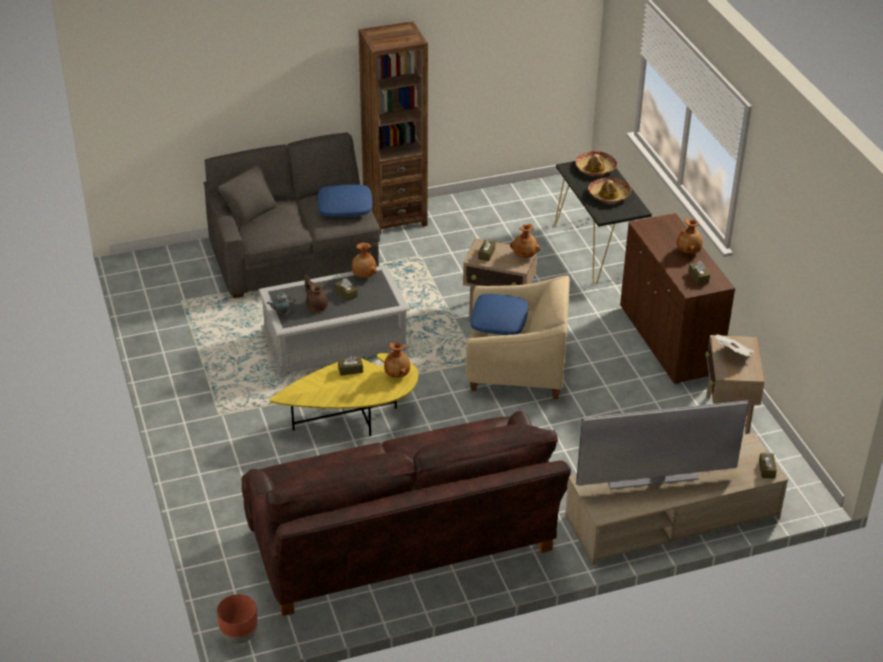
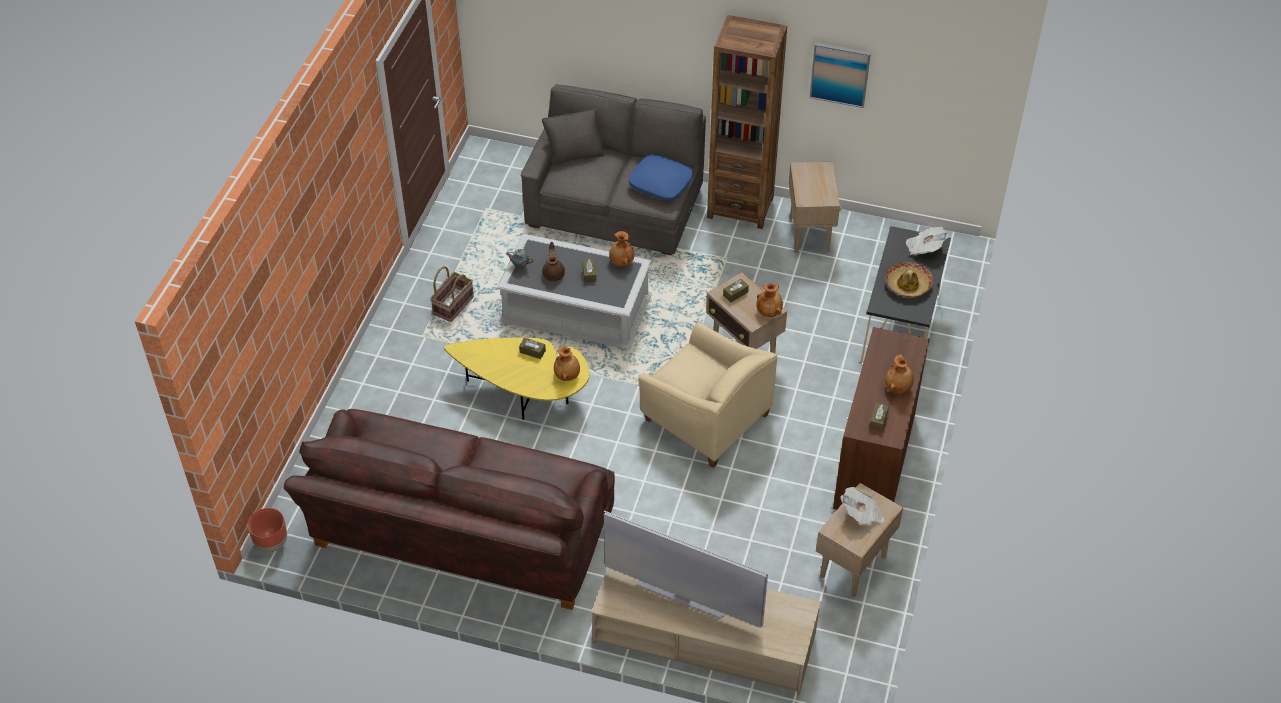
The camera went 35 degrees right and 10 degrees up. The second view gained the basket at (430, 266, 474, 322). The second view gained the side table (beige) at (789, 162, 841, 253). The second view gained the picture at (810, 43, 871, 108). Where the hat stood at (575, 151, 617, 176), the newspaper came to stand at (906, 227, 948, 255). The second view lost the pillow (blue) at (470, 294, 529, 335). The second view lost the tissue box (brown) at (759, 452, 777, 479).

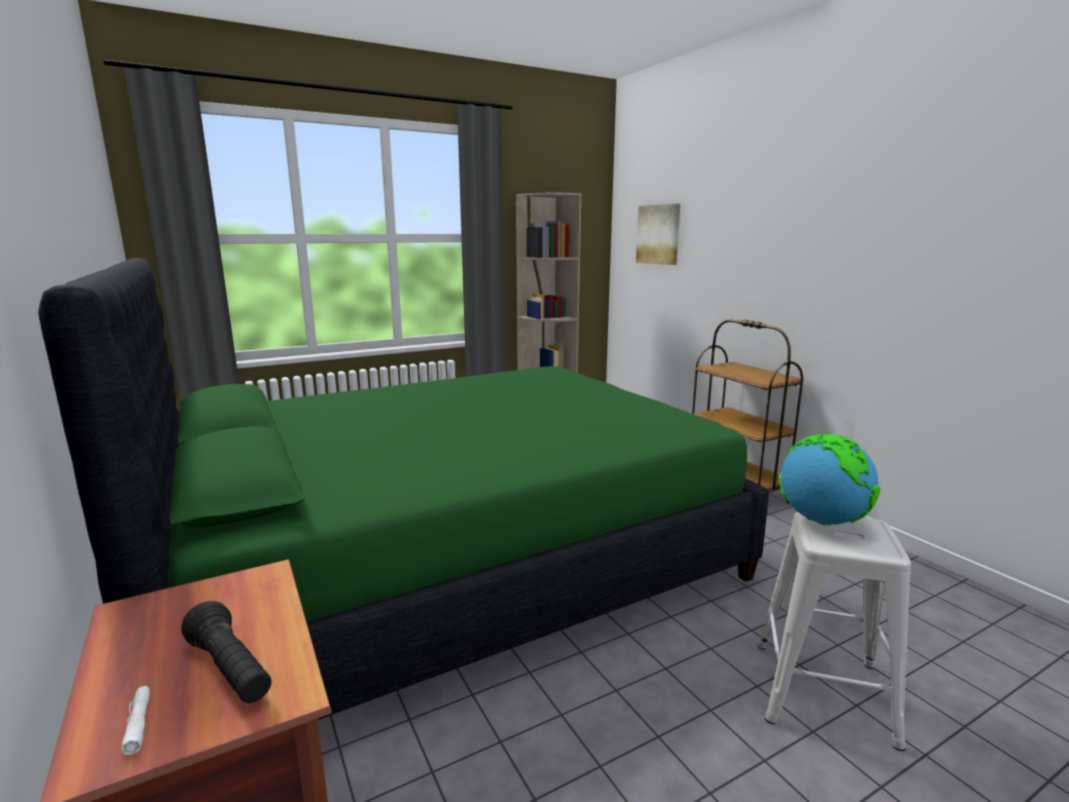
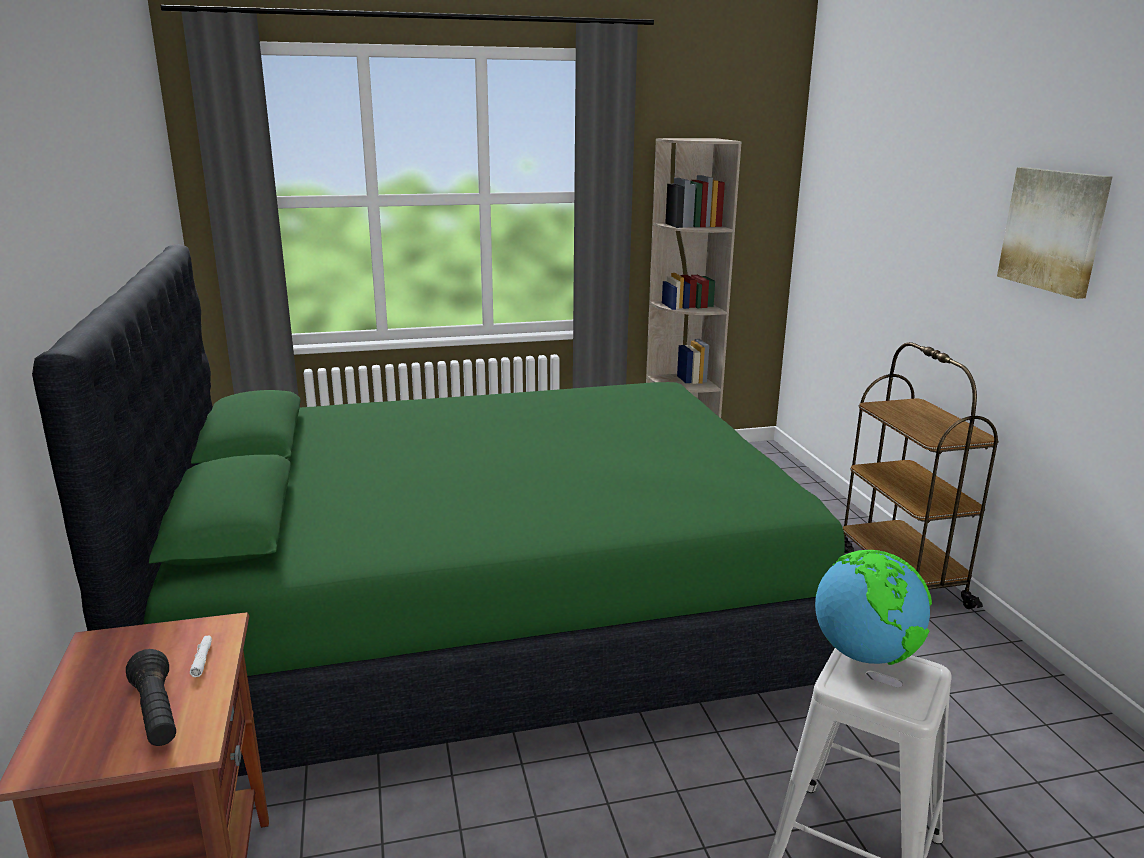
The camera went 15 degrees right and 5 degrees up. The flashlight (white) ended up elsewhere, having gone from (121, 686, 150, 755) to (190, 636, 212, 677). The picture ended up elsewhere, having gone from (636, 204, 680, 265) to (997, 167, 1112, 299).

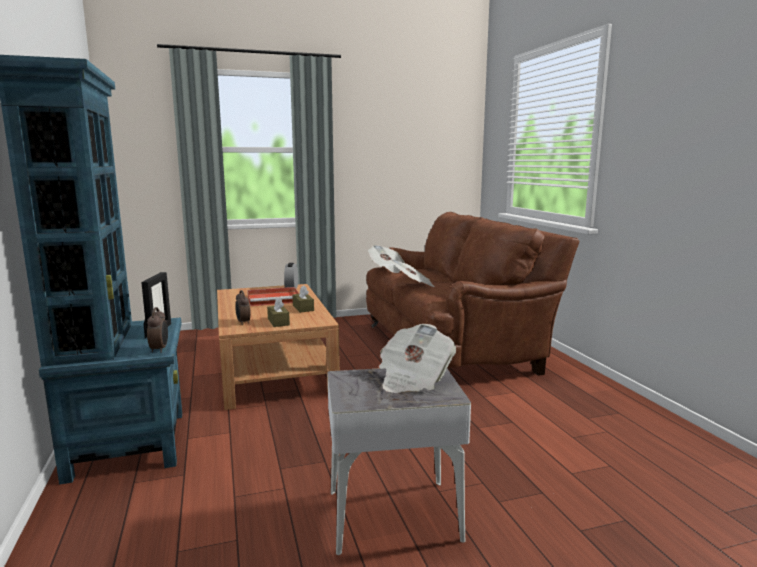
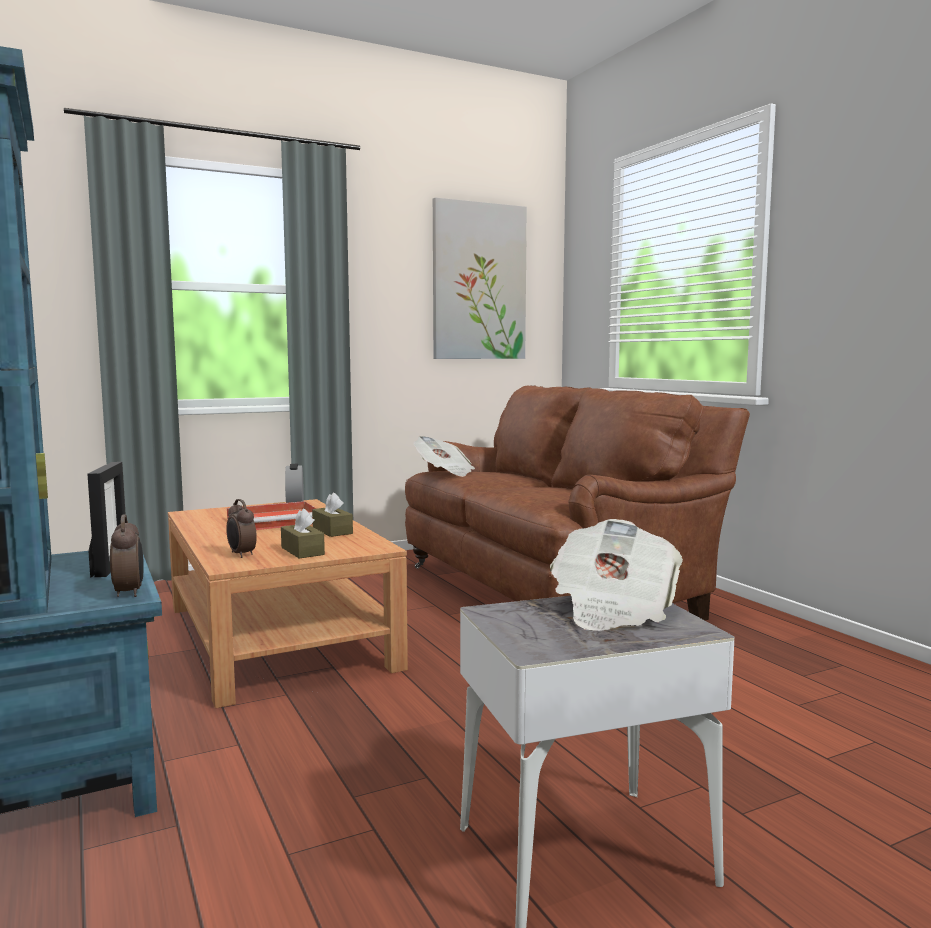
The camera went 10 degrees left and 5 degrees down. The second view gained the picture at (433, 198, 527, 359). The second view lost the newspaper at (390, 259, 435, 287).

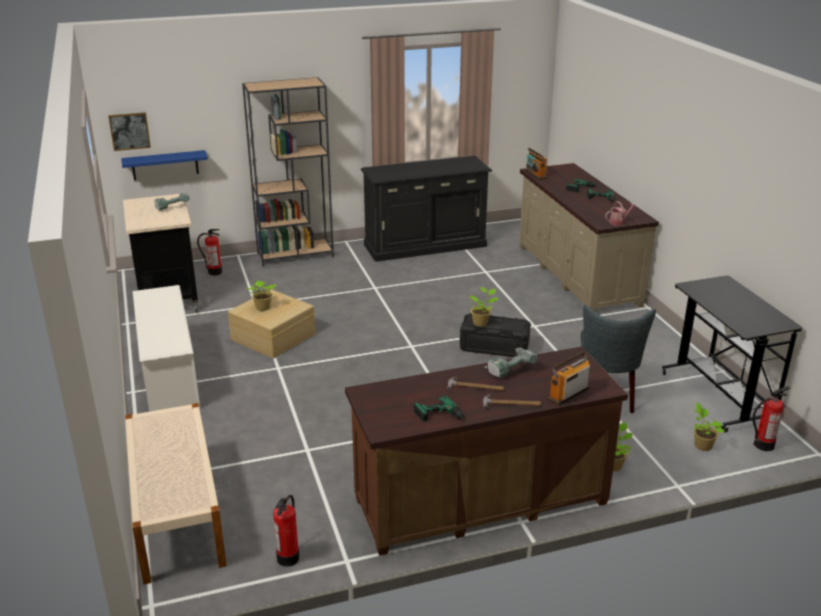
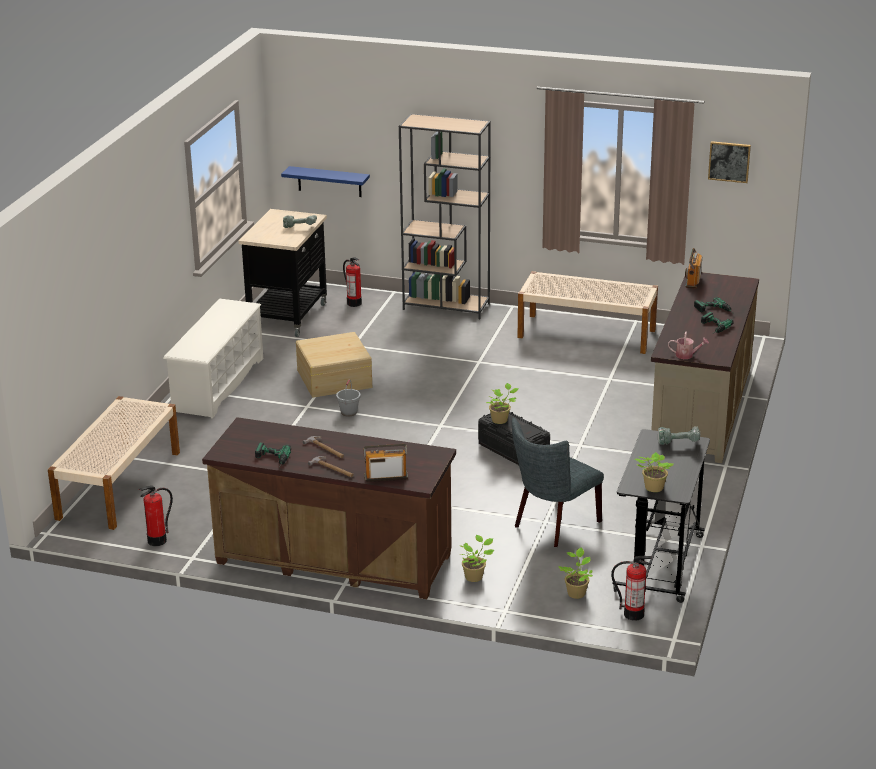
The camera went 35 degrees right and 0 degrees up. The second view gained the bucket (grey) at (336, 379, 361, 416). Where the cabinet (black) stood at (361, 156, 492, 262), the bench (beige) came to stand at (518, 271, 658, 354). The potted plant ended up elsewhere, having gone from (246, 281, 276, 311) to (635, 452, 673, 492). The power drill ended up elsewhere, having gone from (485, 347, 538, 378) to (658, 427, 700, 445). The picture ended up elsewhere, having gone from (108, 112, 151, 151) to (708, 141, 751, 183).

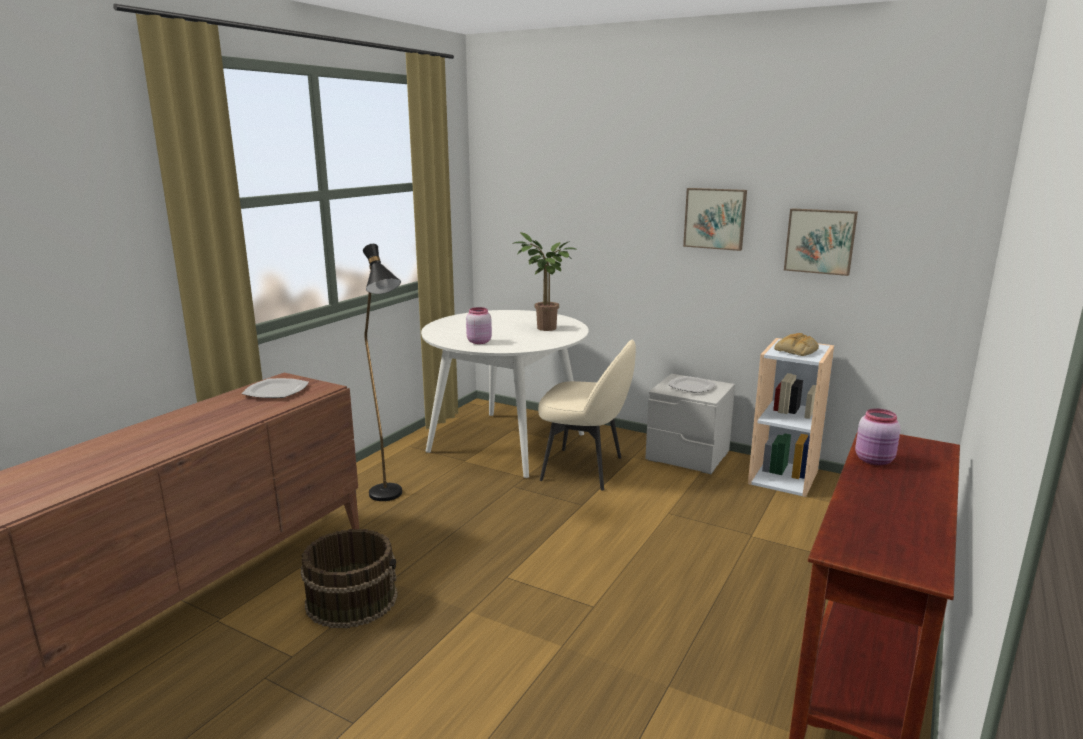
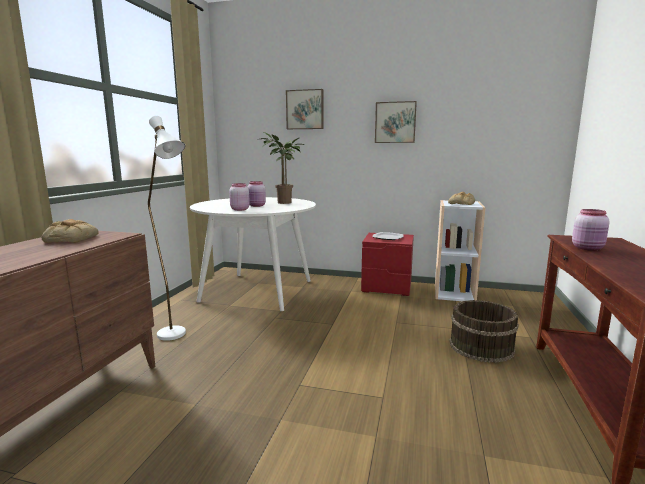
The camera went 15 degrees left and 5 degrees down. Where the plate stood at (242, 378, 309, 398), the bread came to stand at (42, 219, 99, 243). What was the floor lamp (black) at (363, 244, 402, 501) turned into the floor lamp (white) at (148, 116, 186, 341). The second view gained the jar (pink) at (248, 181, 266, 207). The picture ended up elsewhere, having gone from (784, 208, 858, 276) to (286, 89, 323, 129). What was the nightstand (white) at (645, 374, 735, 474) turned into the nightstand (red) at (361, 233, 414, 296). The bucket (brown) ended up elsewhere, having gone from (301, 529, 398, 628) to (449, 300, 519, 363). The second view lost the chair (beige) at (538, 339, 636, 491).

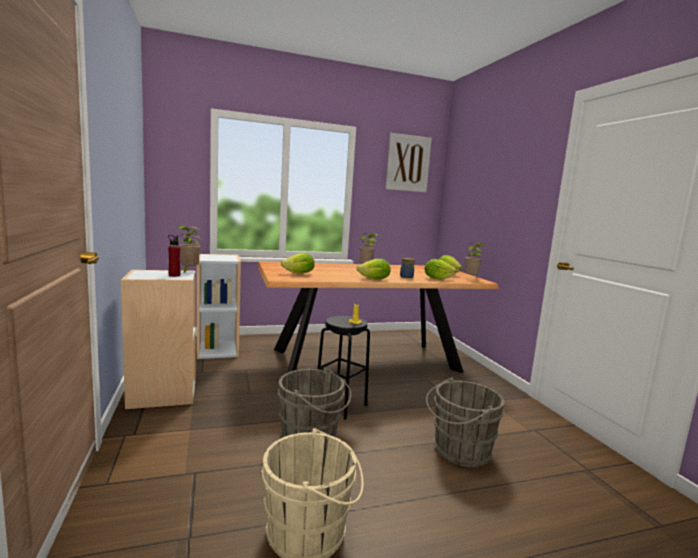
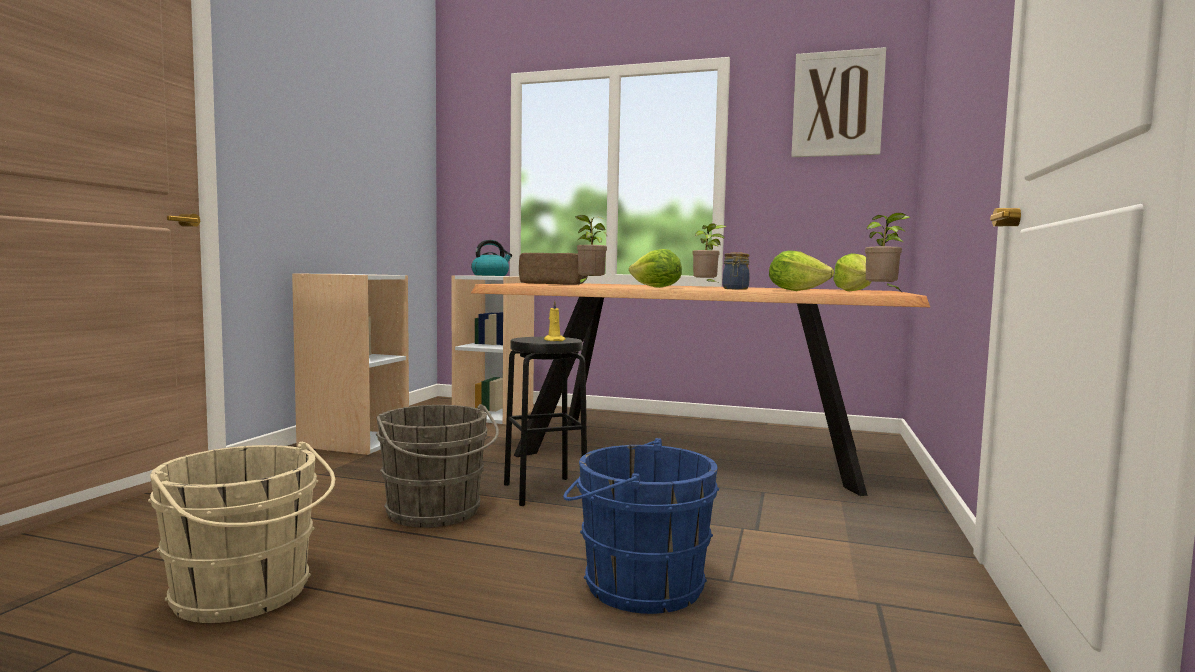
The camera went 35 degrees right and 5 degrees down. The second view gained the kettle at (471, 240, 512, 276). Where the lettuce stood at (281, 253, 315, 273), the bread came to stand at (519, 253, 588, 285). What was the bucket (grey) at (426, 378, 504, 467) turned into the bucket (blue) at (563, 438, 719, 614). The potted plant ended up elsewhere, having gone from (177, 226, 200, 272) to (575, 215, 607, 284). The second view lost the bottle (red) at (168, 235, 180, 277).

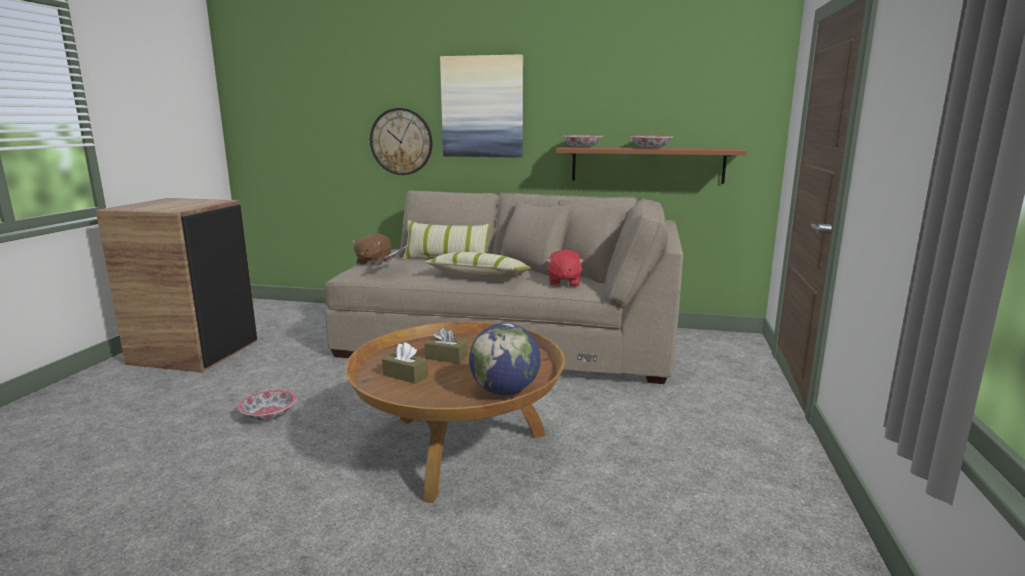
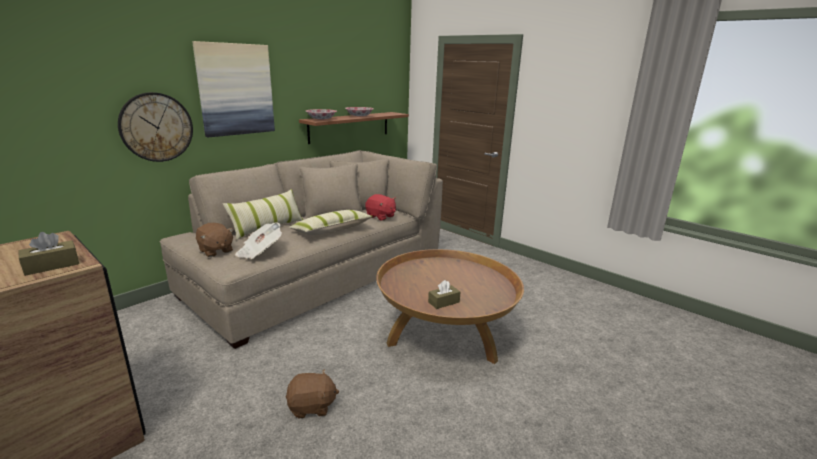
The camera went 60 degrees left and 5 degrees up. The tissue box (brown) ended up elsewhere, having gone from (424, 327, 468, 363) to (18, 232, 79, 276). Where the bowl stood at (237, 390, 296, 420), the plush toy (brown) came to stand at (286, 369, 339, 418). The second view lost the globe at (469, 323, 541, 395).

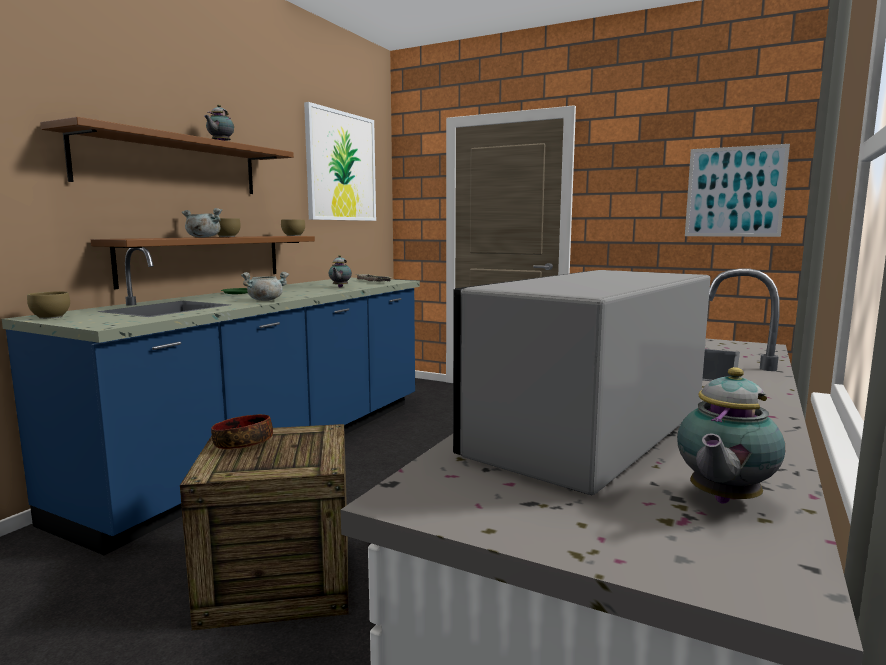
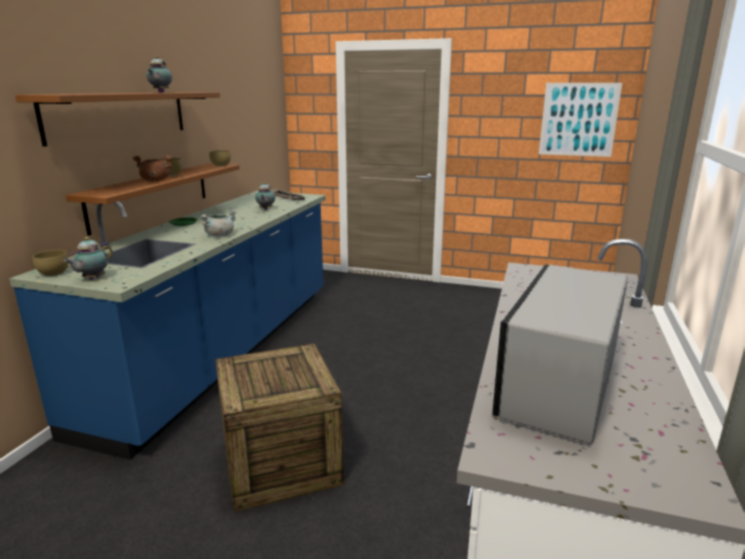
The camera went 10 degrees left and 10 degrees up. The teapot ended up elsewhere, having gone from (677, 367, 785, 504) to (64, 237, 112, 280). What was the cooking pot (grey) at (182, 208, 222, 237) turned into the cooking pot (brown) at (133, 155, 173, 181). The second view lost the bowl at (211, 414, 273, 449). The second view lost the picture at (304, 102, 376, 221).

